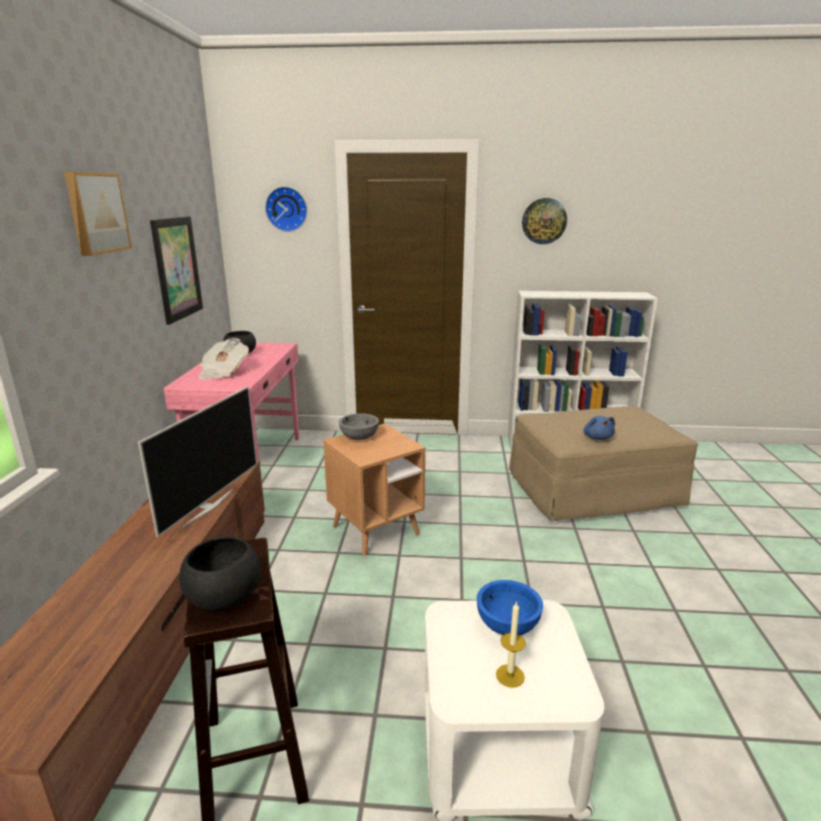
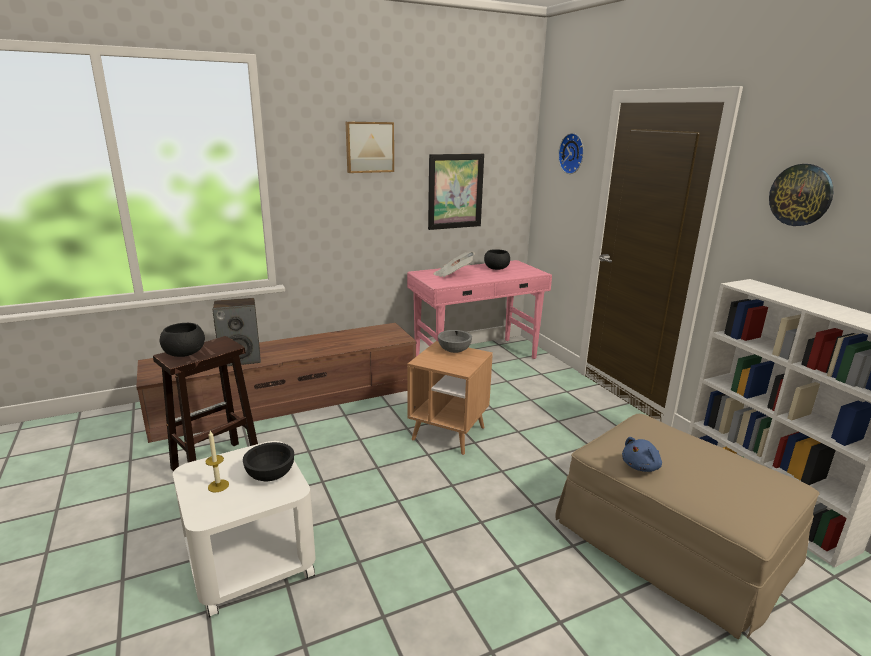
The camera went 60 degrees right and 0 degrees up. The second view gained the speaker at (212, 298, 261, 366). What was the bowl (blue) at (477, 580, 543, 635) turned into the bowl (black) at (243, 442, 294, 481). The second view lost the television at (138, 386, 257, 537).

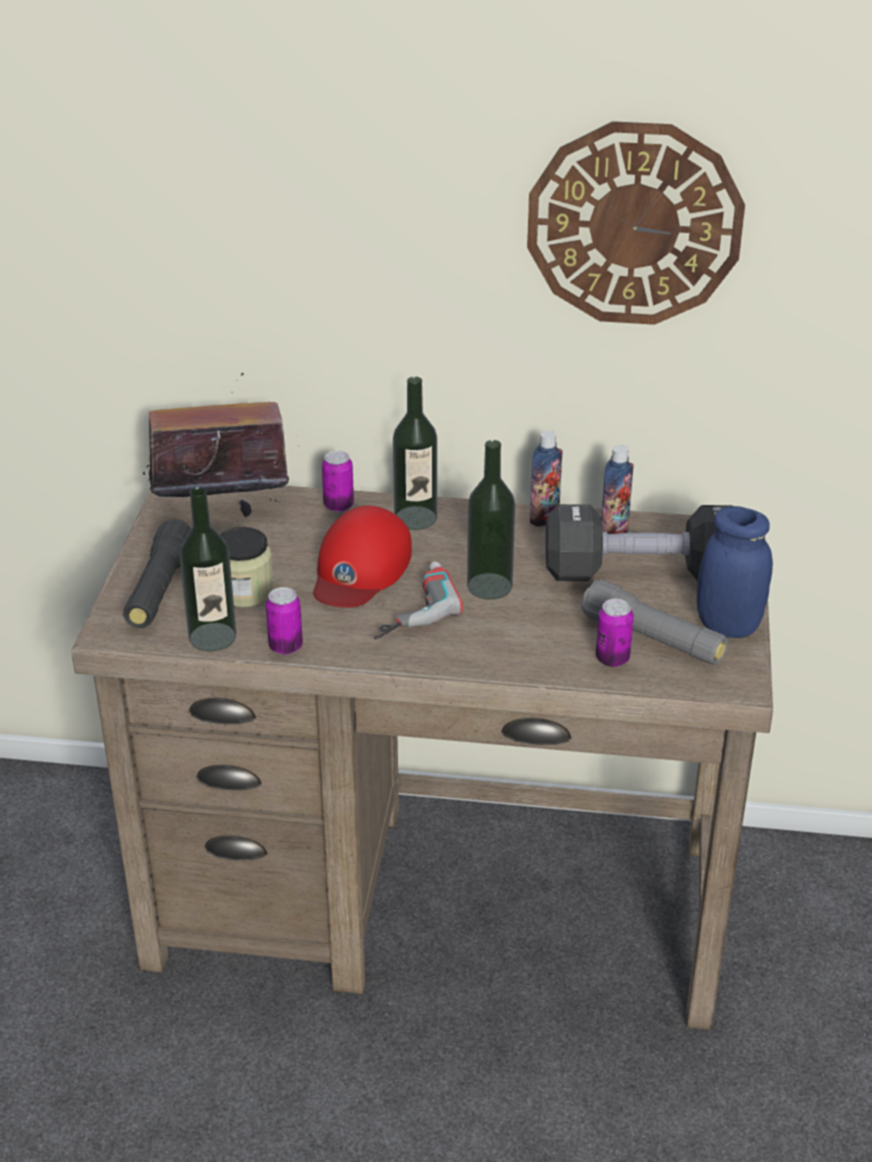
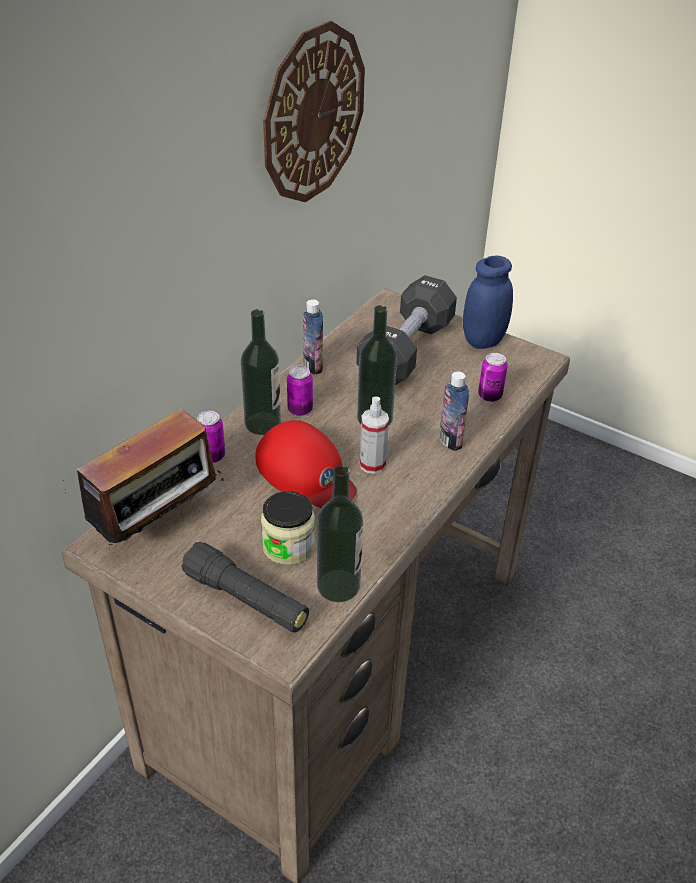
The camera went 65 degrees left and 5 degrees up. The radio at (143, 373, 299, 517) ended up facing another way, 150 degrees counterclockwise from before. The can ended up elsewhere, having gone from (266, 587, 303, 655) to (287, 366, 313, 416). Where the power drill stood at (374, 561, 463, 639), the spray bottle came to stand at (359, 397, 389, 474). The bottle ended up elsewhere, having gone from (601, 445, 634, 534) to (439, 371, 469, 451). The second view lost the flashlight (grey) at (581, 580, 728, 665).

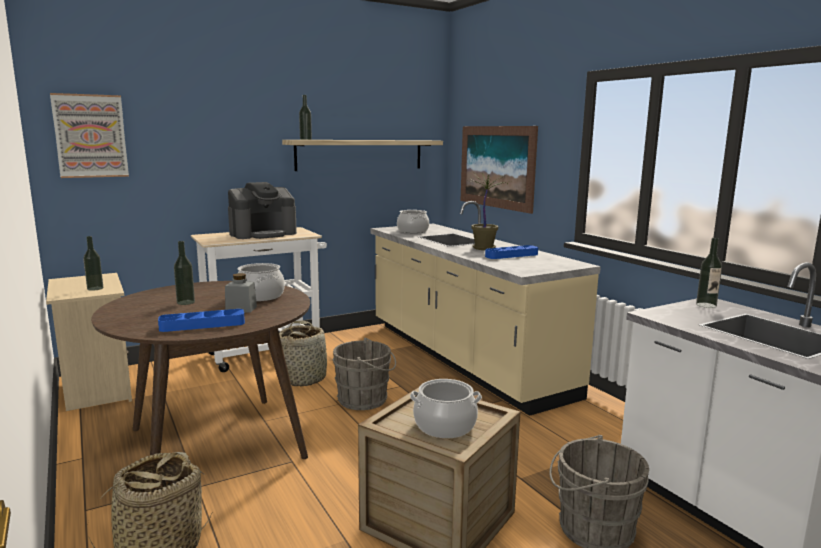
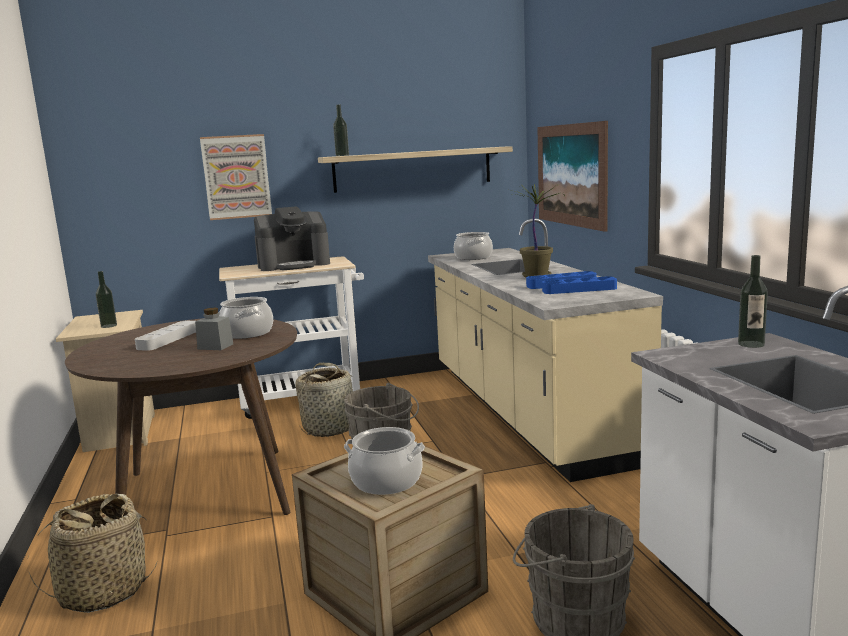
The camera went 15 degrees right and 0 degrees up. Where the bottle stood at (174, 241, 195, 305), the tray (grey) came to stand at (135, 321, 196, 351). The picture ended up elsewhere, having gone from (50, 93, 129, 178) to (200, 134, 272, 220). The tray (blue) ended up elsewhere, having gone from (158, 309, 245, 332) to (542, 276, 617, 294).

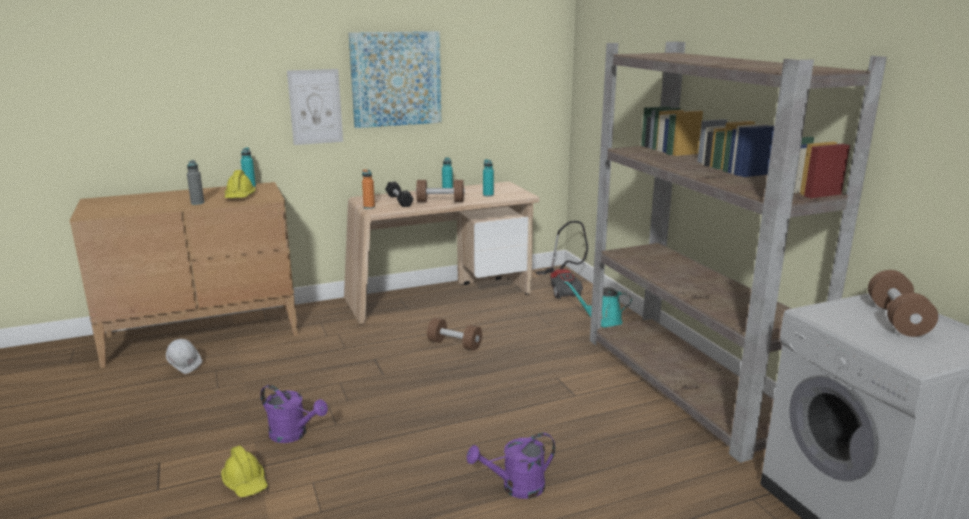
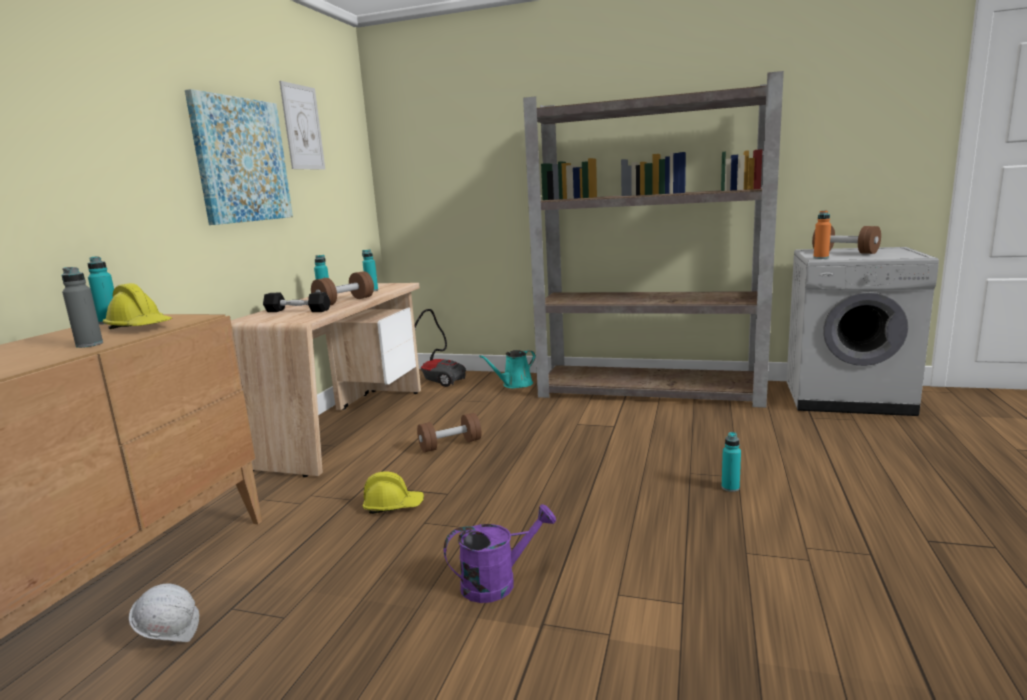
The camera went 50 degrees left and 5 degrees down. The picture ended up elsewhere, having gone from (287, 69, 343, 145) to (279, 81, 325, 170). The hard hat (yellow) ended up elsewhere, having gone from (221, 445, 268, 497) to (363, 471, 424, 514). Where the watering can (purple) stood at (467, 433, 555, 499), the bottle (turquoise) came to stand at (722, 432, 741, 492). The bottle (orange) ended up elsewhere, having gone from (362, 169, 375, 209) to (813, 210, 831, 259).

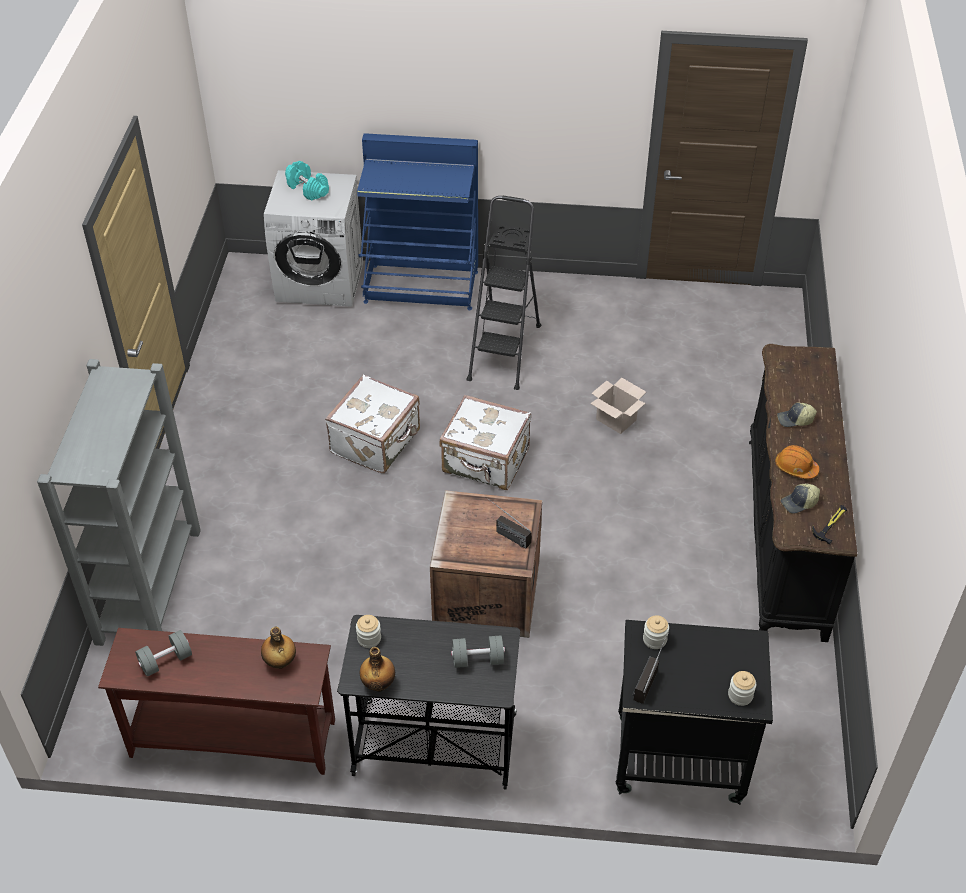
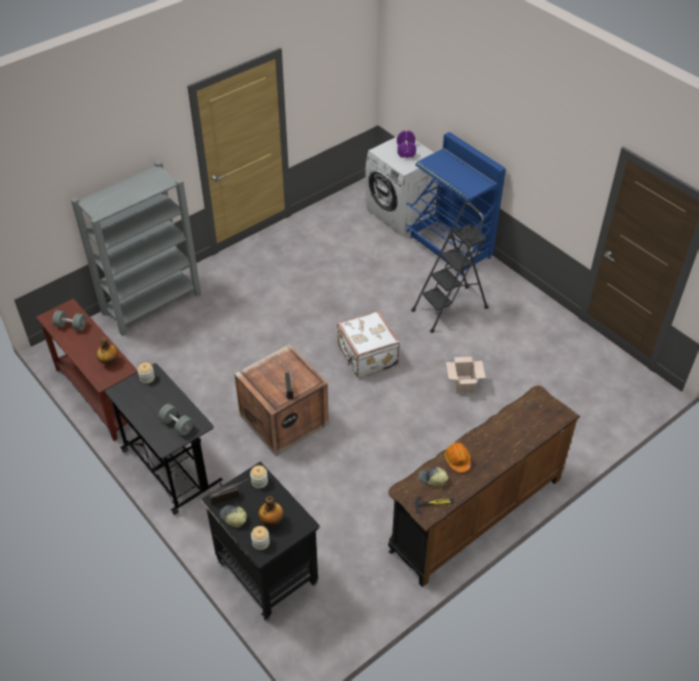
The camera went 45 degrees right and 0 degrees up. The cap ended up elsewhere, having gone from (777, 402, 817, 427) to (220, 505, 247, 528). The bottle ended up elsewhere, having gone from (359, 647, 395, 692) to (258, 496, 283, 527). What was the dumbbell (turquoise) at (285, 161, 329, 200) turned into the dumbbell (purple) at (397, 131, 416, 158). The second view lost the suitcase (white) at (325, 375, 420, 473).

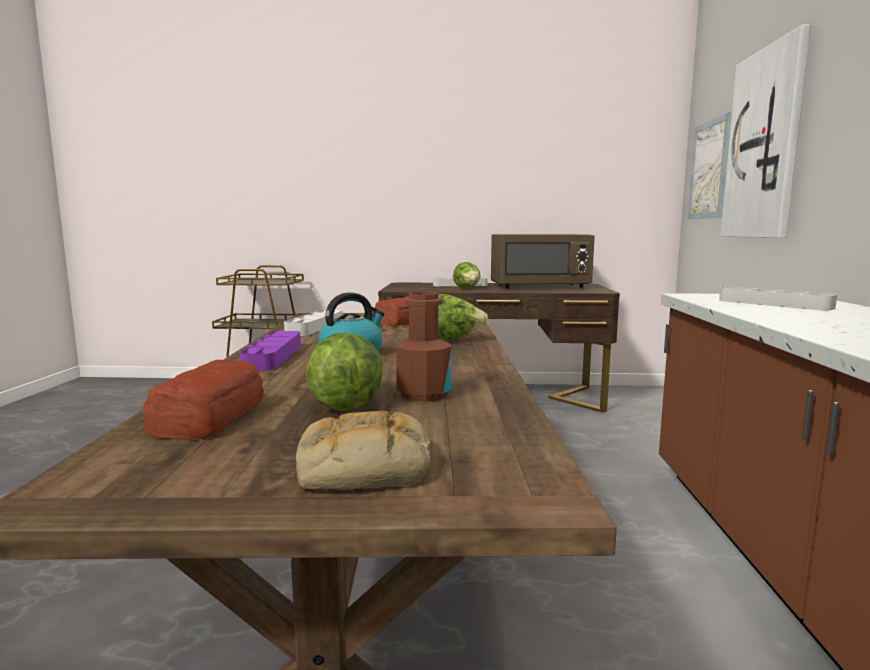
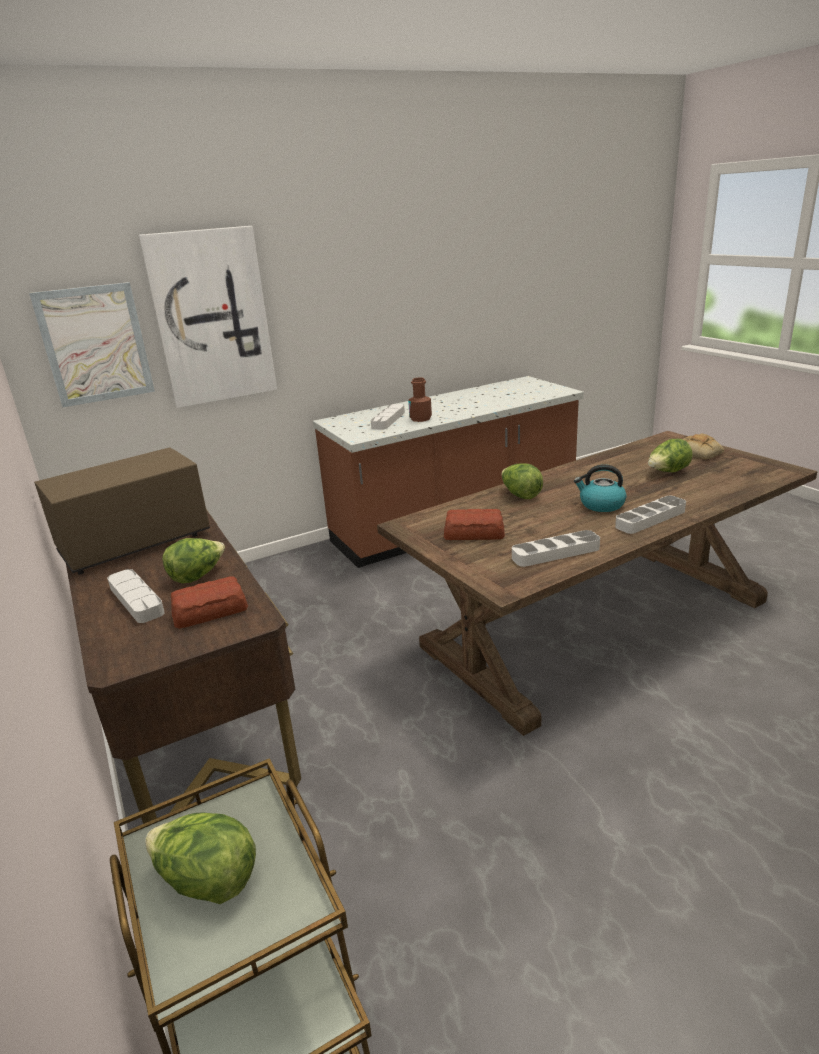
The camera went 120 degrees left and 15 degrees up. The microwave (brown) at (491, 234, 595, 288) ended up facing another way, 90 degrees counterclockwise from before. The second view gained the lettuce at (145, 812, 256, 904). The bread ended up elsewhere, having gone from (143, 360, 264, 440) to (171, 576, 248, 629). The bottle (brown) ended up elsewhere, having gone from (396, 292, 452, 402) to (408, 377, 432, 422). What was the tray (purple) at (239, 331, 301, 371) turned into the tray (grey) at (615, 496, 686, 534).

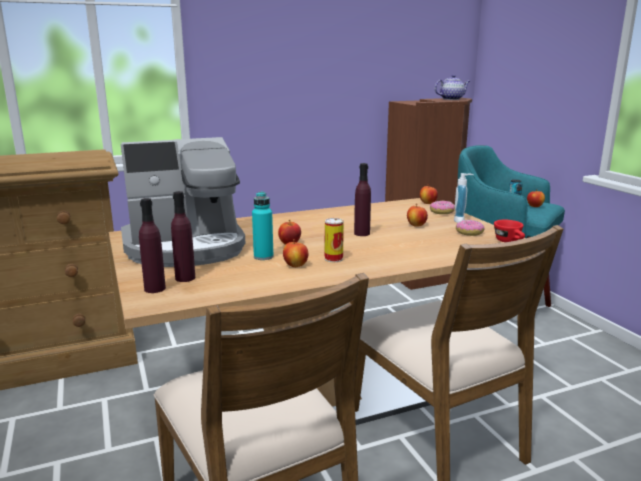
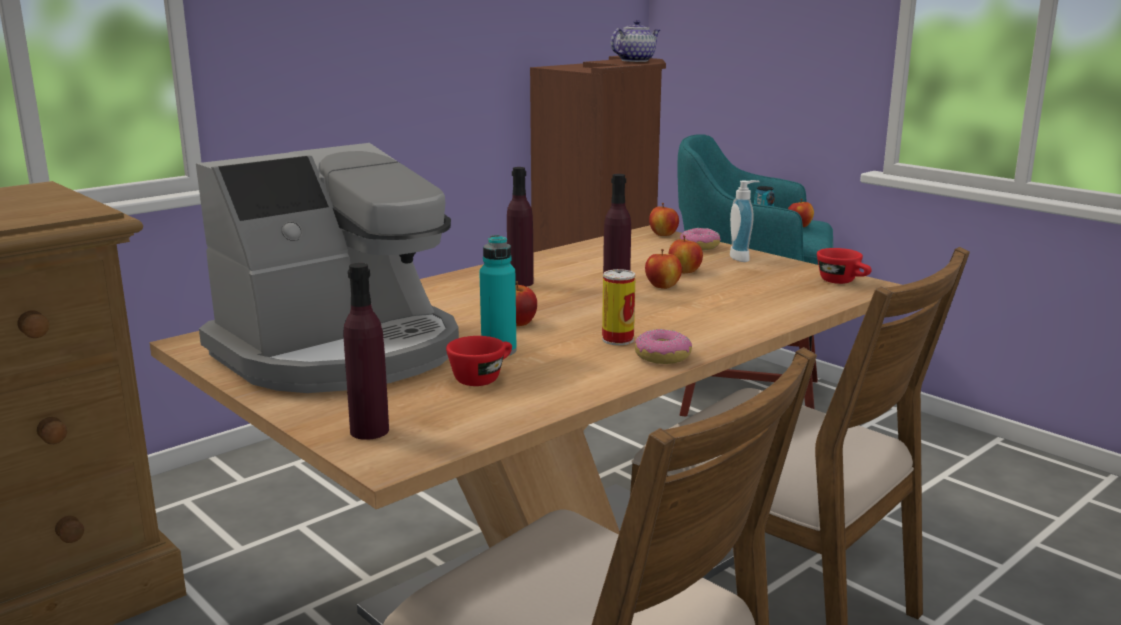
The camera went 20 degrees left and 0 degrees up. The second view gained the cup (red) at (446, 336, 512, 386). The bottle (purple) ended up elsewhere, having gone from (171, 191, 195, 282) to (507, 167, 533, 287). The donut ended up elsewhere, having gone from (456, 220, 485, 236) to (634, 329, 692, 364). The apple ended up elsewhere, having gone from (283, 239, 308, 267) to (645, 249, 682, 289).

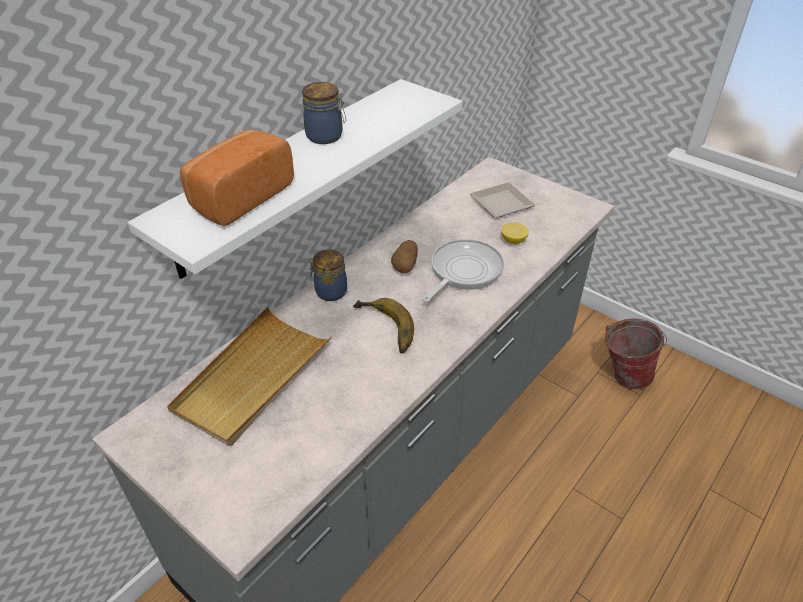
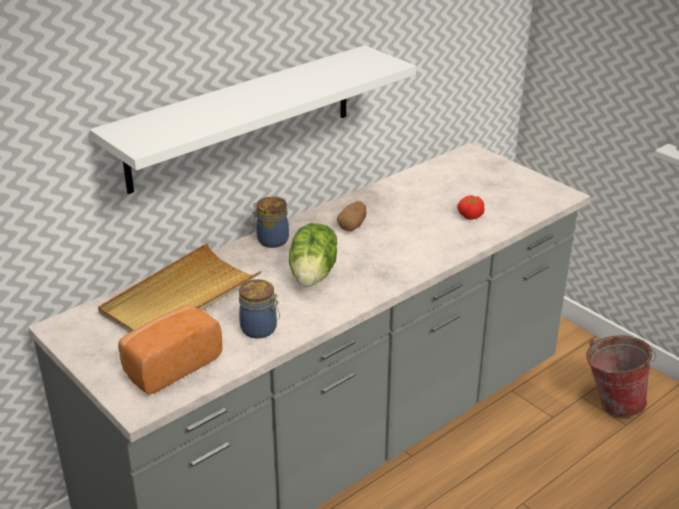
The camera went 10 degrees right and 10 degrees down. The bread ended up elsewhere, having gone from (180, 129, 294, 226) to (118, 305, 223, 395). The jar ended up elsewhere, having gone from (302, 82, 346, 144) to (239, 279, 280, 339). Where the banana stood at (353, 298, 414, 353), the lettuce came to stand at (289, 223, 337, 287). Where the lemon stood at (501, 222, 529, 244), the tomato came to stand at (457, 195, 485, 220). The second view lost the frying pan at (422, 239, 504, 302). The second view lost the plate at (470, 182, 535, 218).

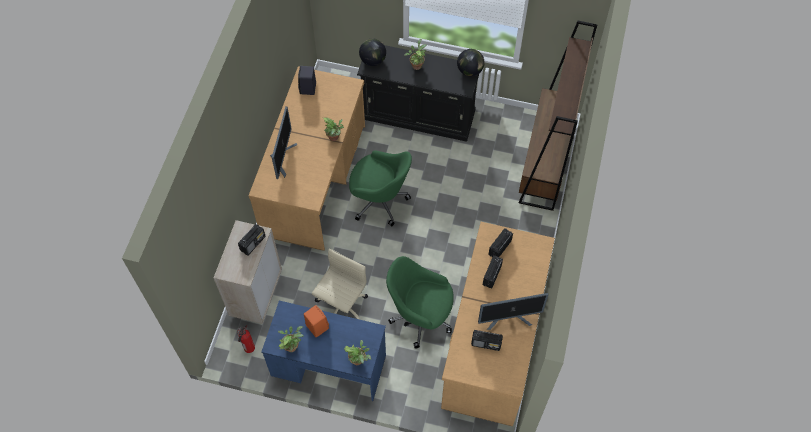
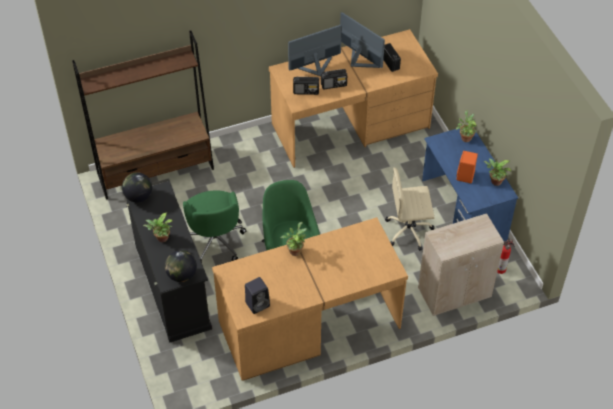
The camera went 125 degrees left and 10 degrees down. The office chair (green) ended up elsewhere, having gone from (386, 256, 454, 349) to (183, 191, 246, 263). The monitor ended up elsewhere, having gone from (270, 106, 297, 179) to (288, 25, 342, 76). The second view lost the radio at (238, 224, 265, 256).

